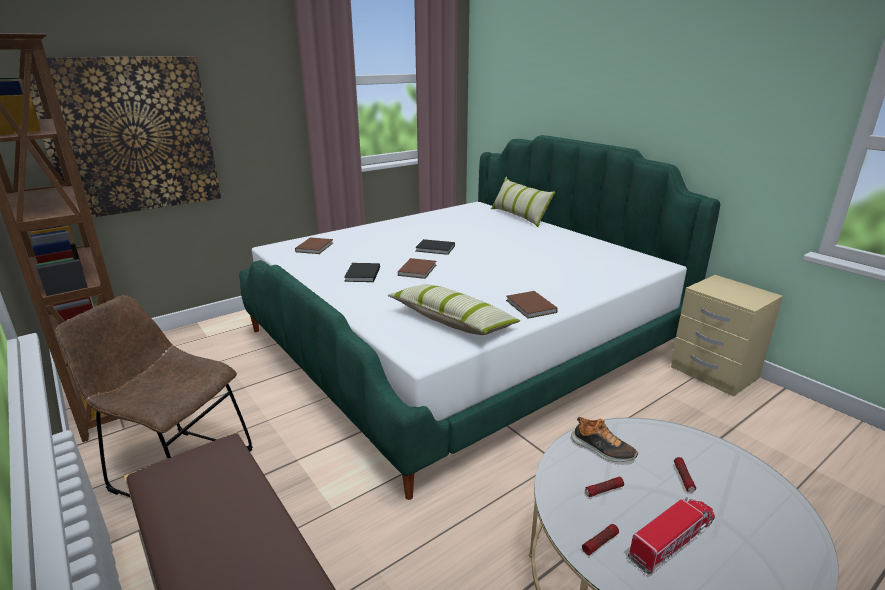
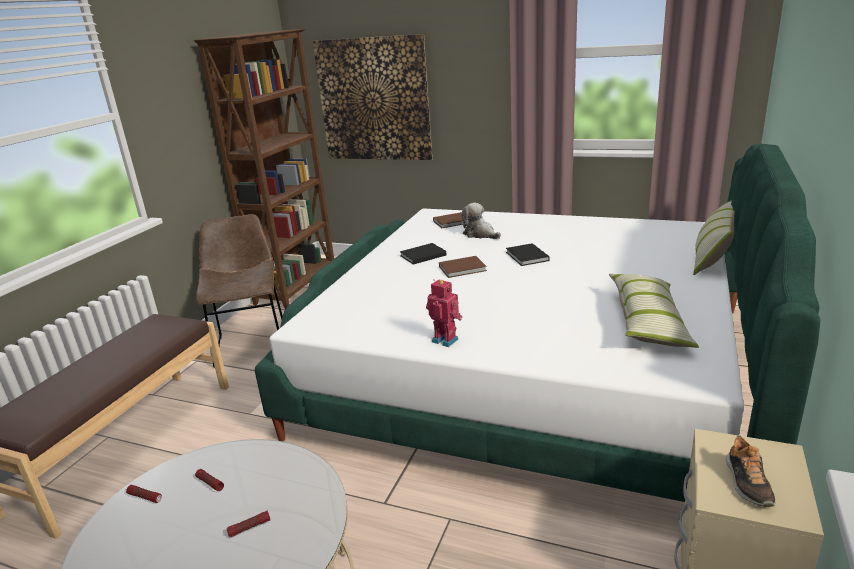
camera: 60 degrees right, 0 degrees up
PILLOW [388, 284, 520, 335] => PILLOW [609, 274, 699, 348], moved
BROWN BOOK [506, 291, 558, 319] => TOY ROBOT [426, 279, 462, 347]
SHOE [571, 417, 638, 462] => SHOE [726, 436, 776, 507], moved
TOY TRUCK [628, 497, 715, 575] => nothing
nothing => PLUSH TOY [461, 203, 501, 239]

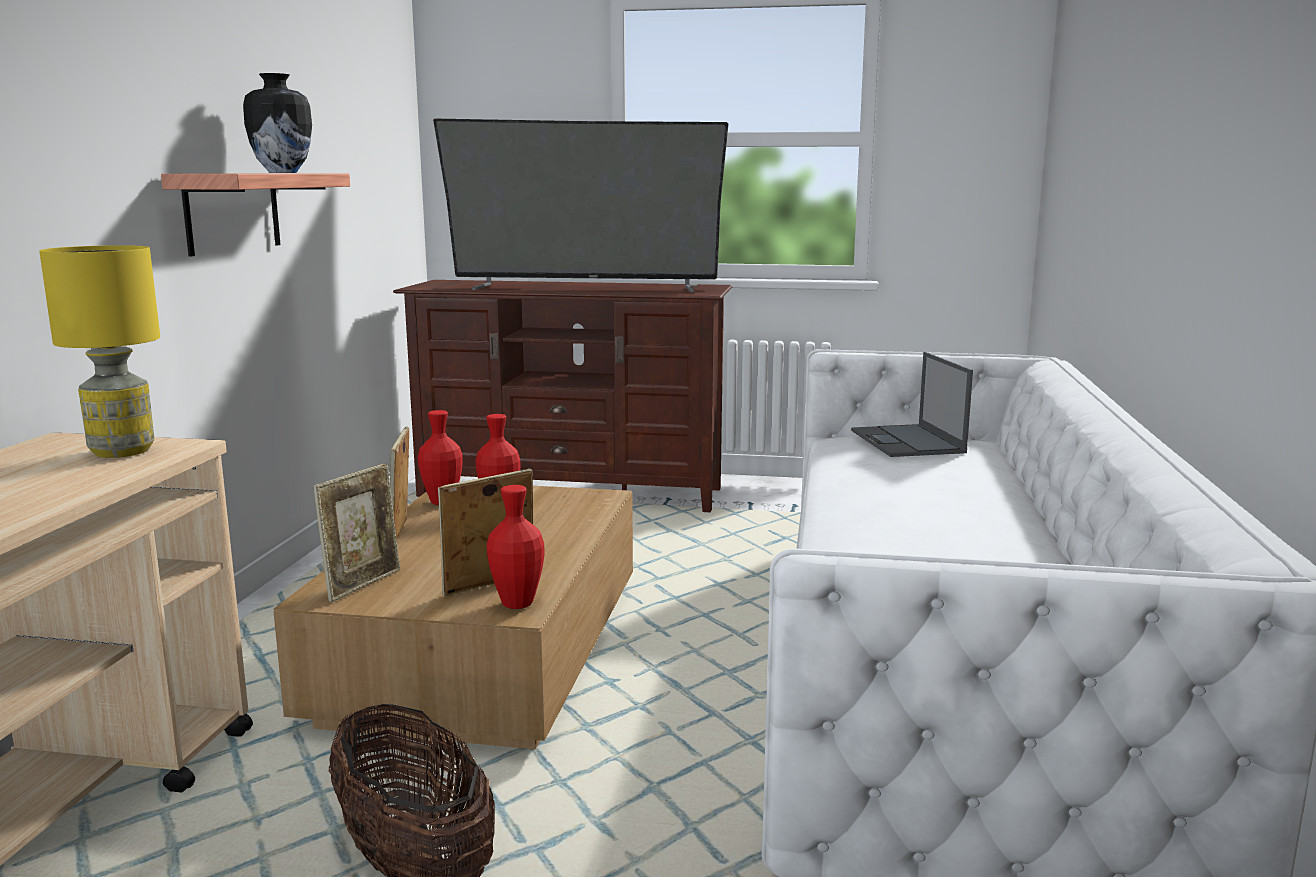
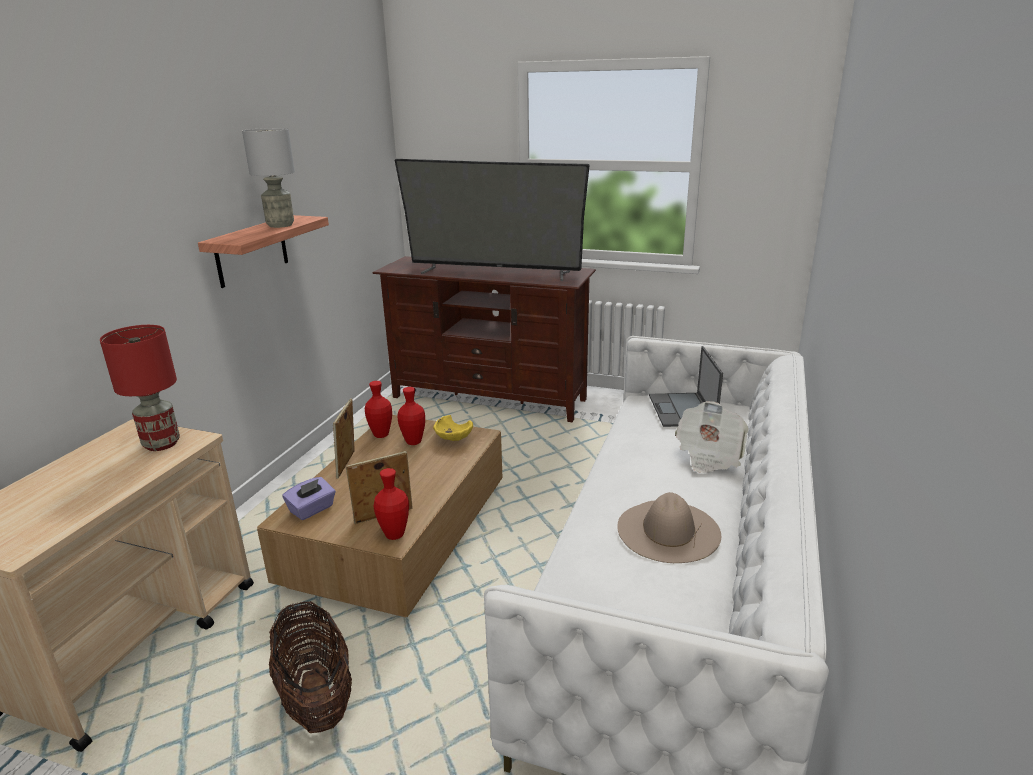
camera: 10 degrees right, 10 degrees up
VASE [243, 73, 312, 173] => GREY TABLE LAMP [242, 128, 295, 228]
YELLOW TABLE LAMP [39, 245, 160, 458] => RED TABLE LAMP [100, 325, 180, 451]
PICTURE FRAME [313, 463, 400, 602] => PURPLE TISSUE BOX [283, 477, 336, 520]
nothing => NEWSPAPER [675, 401, 749, 473]
nothing => YELLOW BOWL [433, 415, 473, 441]
nothing => BEIGE HAT [617, 492, 721, 563]

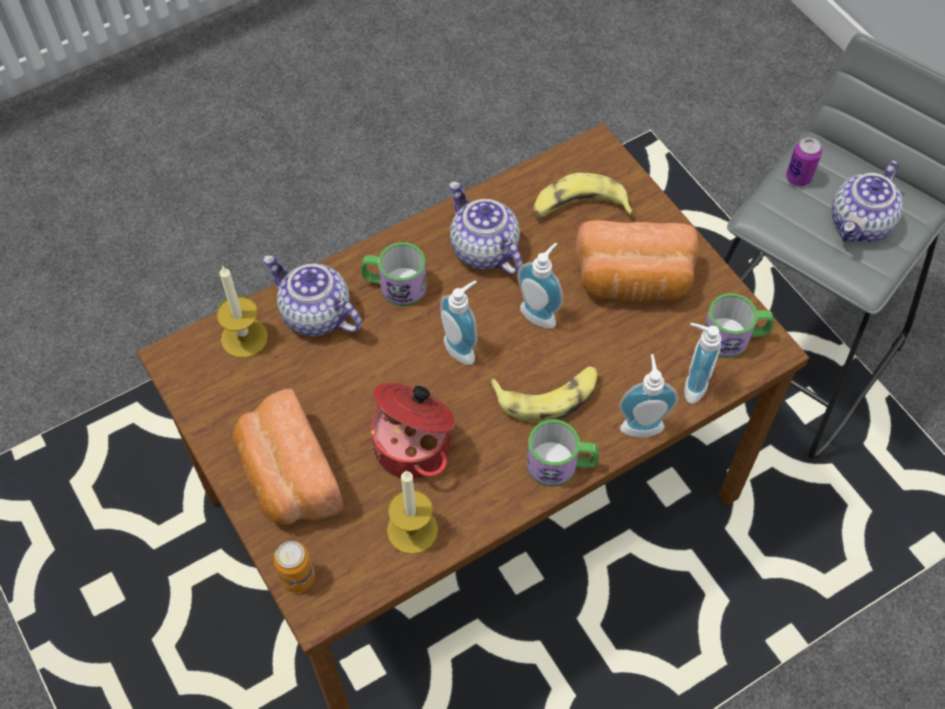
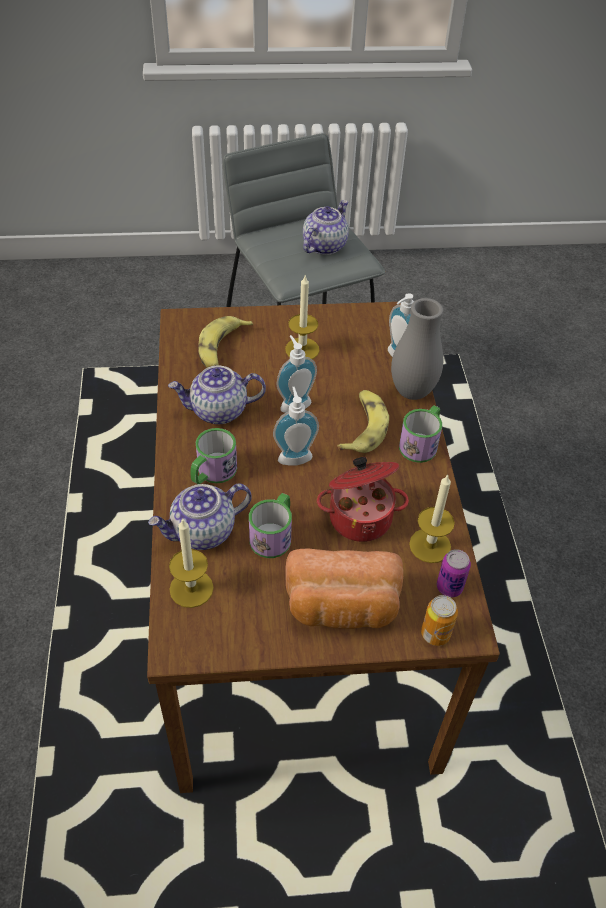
camera: 65 degrees left, 10 degrees down
CAN [786, 137, 822, 186] => CAN [437, 549, 471, 597], moved
TEAPOT [832, 160, 903, 242] => TEAPOT [303, 200, 349, 255], 120 degrees counterclockwise
BREAD [575, 220, 698, 302] => CANDLE [285, 276, 319, 359]
MUG [702, 293, 774, 358] => MUG [249, 493, 292, 558], moved
SOAP DISPENSER [619, 354, 679, 438] => GREY VASE [391, 298, 443, 400]

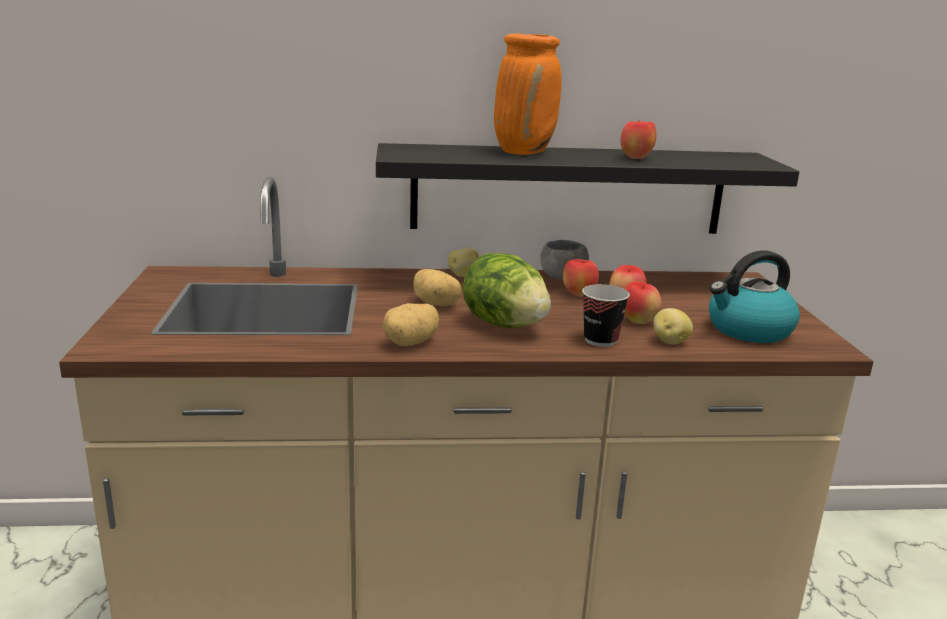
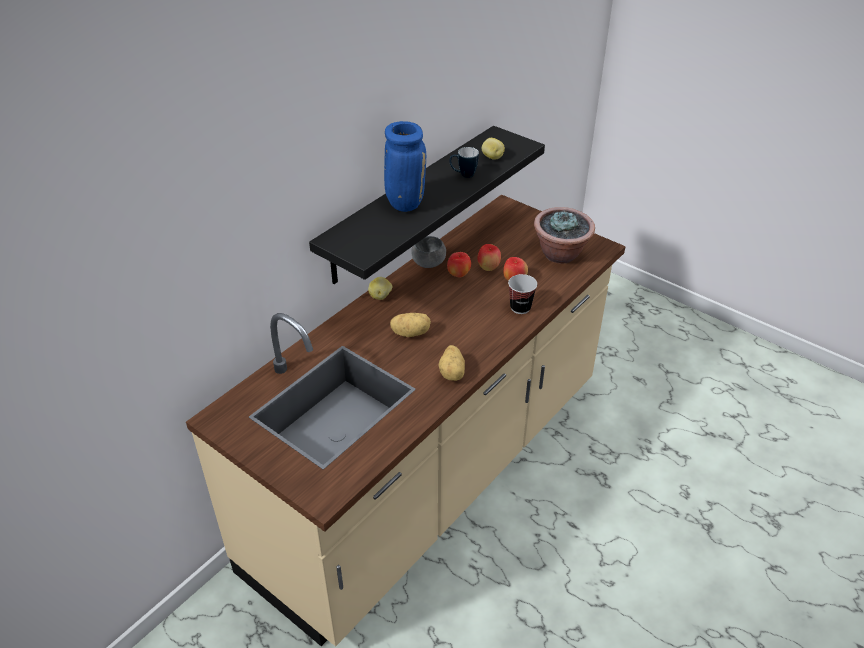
camera: 45 degrees left, 20 degrees up
ORANGE VASE [494, 34, 562, 155] => BLUE VASE [384, 121, 426, 212]
APPLE [620, 120, 656, 159] => MUG [449, 147, 479, 178]
KETTLE [709, 250, 800, 343] => POTTED PLANT [534, 207, 595, 264]
LETTUCE [463, 253, 551, 328] => nothing
POTATO [653, 308, 693, 345] => POTATO [482, 138, 505, 160], moved

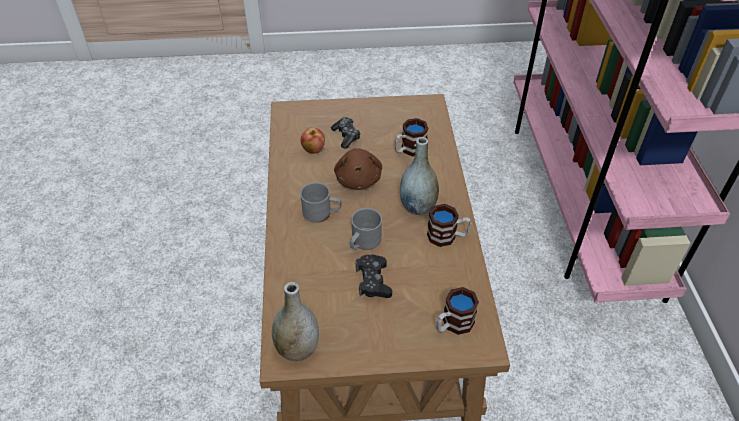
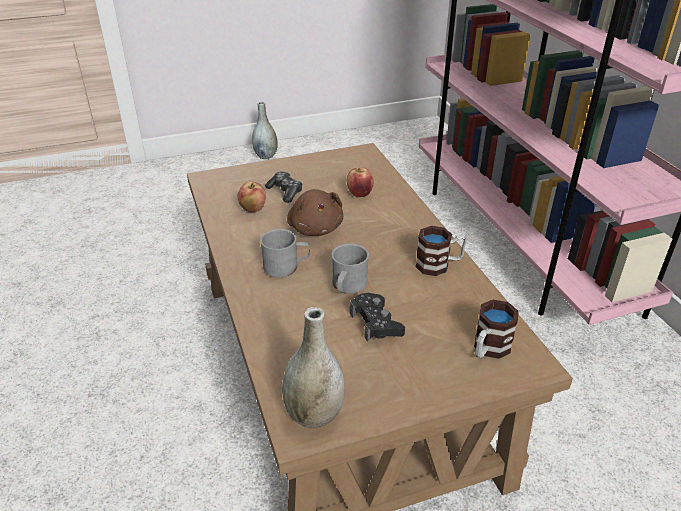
camera: 15 degrees left, 10 degrees down
MUG [394, 118, 428, 157] => APPLE [347, 167, 374, 197]
GREY VASE [400, 137, 439, 215] => GREY VASE [252, 102, 278, 159], moved

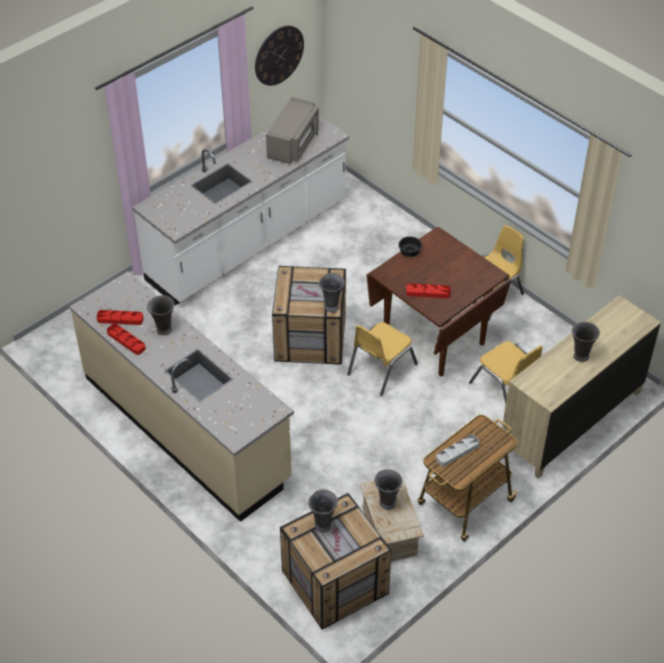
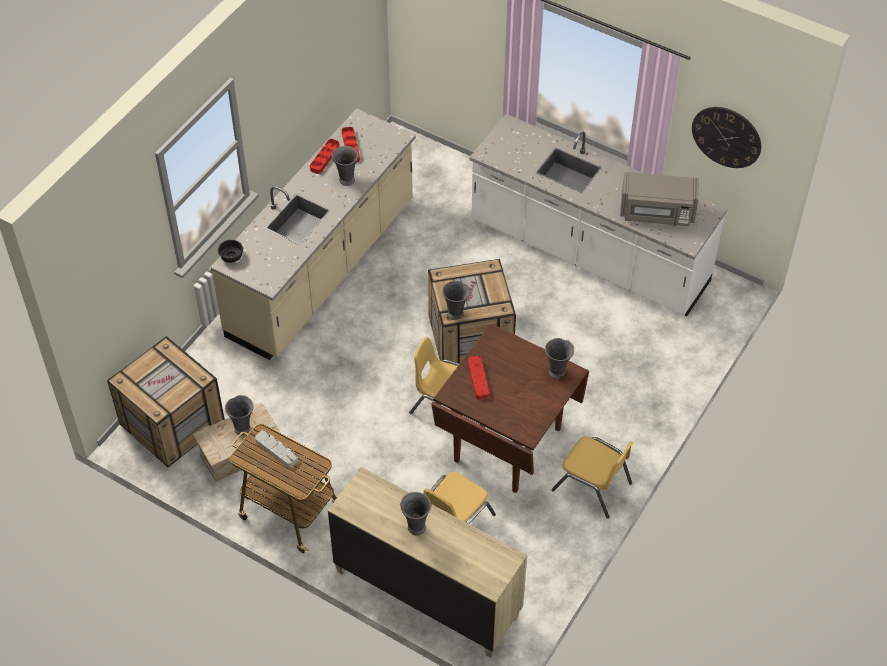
camera: 75 degrees right, 5 degrees up
BLACK BOWL [399, 237, 422, 257] => BLACK BOWL [218, 240, 243, 263], moved
GREY VASE [308, 489, 338, 532] => GREY VASE [545, 338, 574, 379], moved

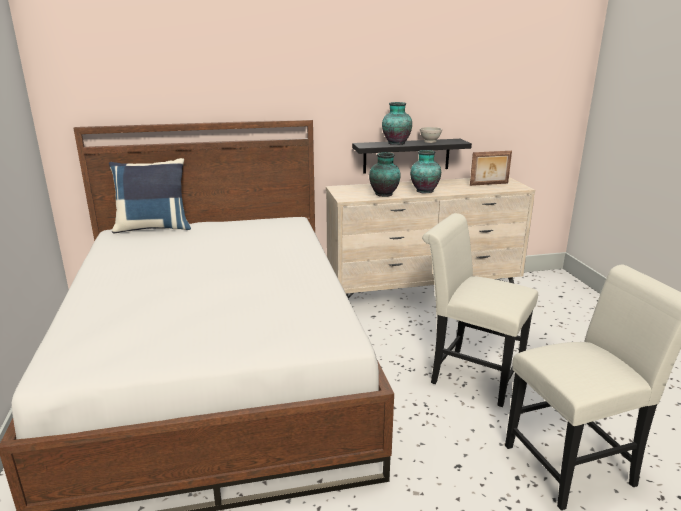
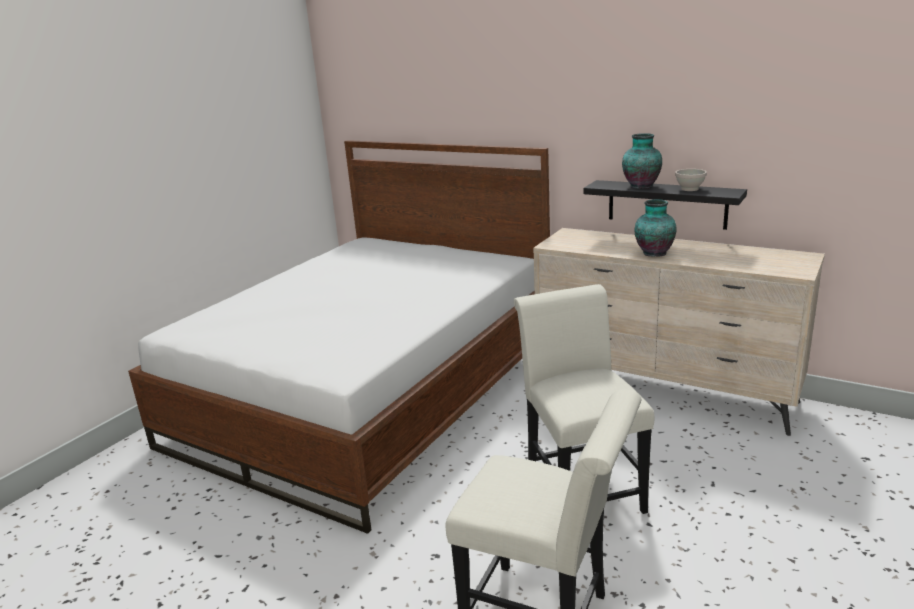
camera: 45 degrees right, 0 degrees up
PICTURE FRAME [470, 151, 512, 186] => nothing
VASE [369, 152, 401, 197] => nothing
BLUE PILLOW [109, 158, 191, 233] => nothing

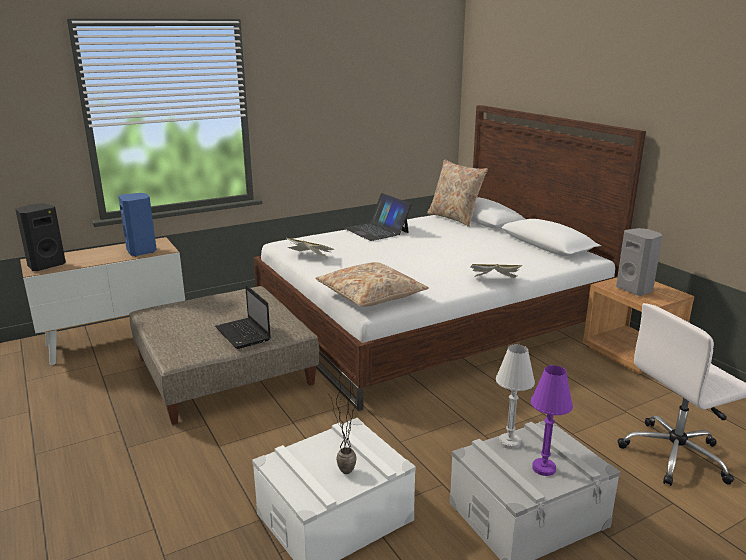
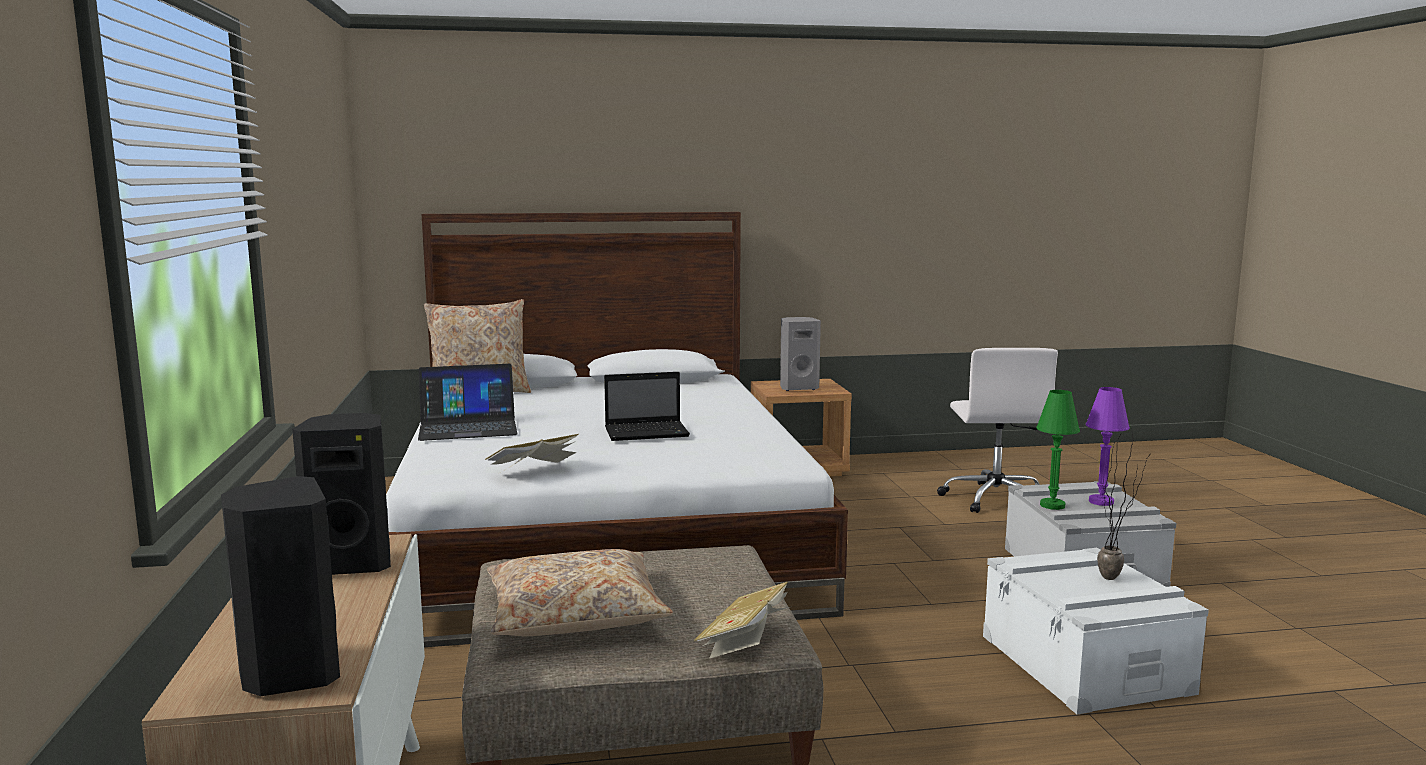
camera: 70 degrees left, 10 degrees down
BLUE SPEAKER [118, 193, 157, 256] => BLACK SPEAKER [292, 413, 391, 575]
BEIGE PILLOW [315, 262, 429, 307] => BEIGE PILLOW [487, 549, 673, 636], moved
BOOK [471, 264, 522, 278] => BOOK [694, 582, 790, 659], moved
LAPTOP [215, 285, 271, 349] => LAPTOP [604, 372, 690, 441], moved
WHITE TABLE LAMP [496, 345, 535, 449] => GREEN TABLE LAMP [1036, 390, 1080, 510]

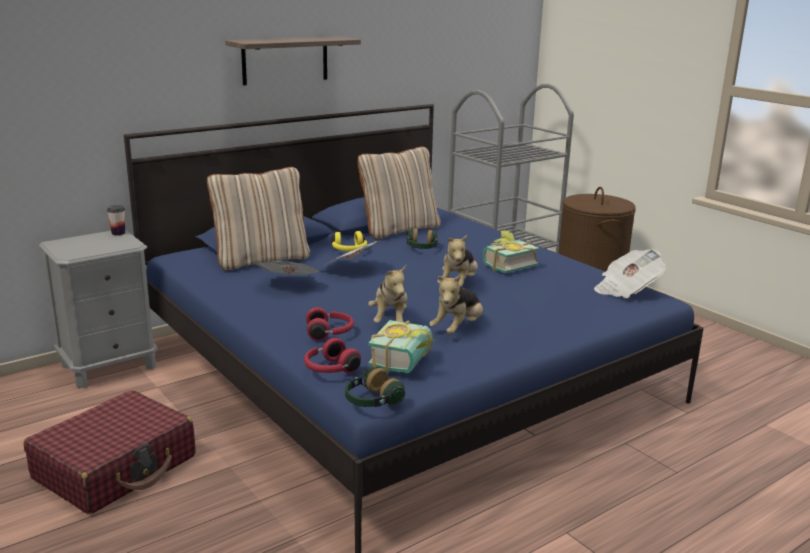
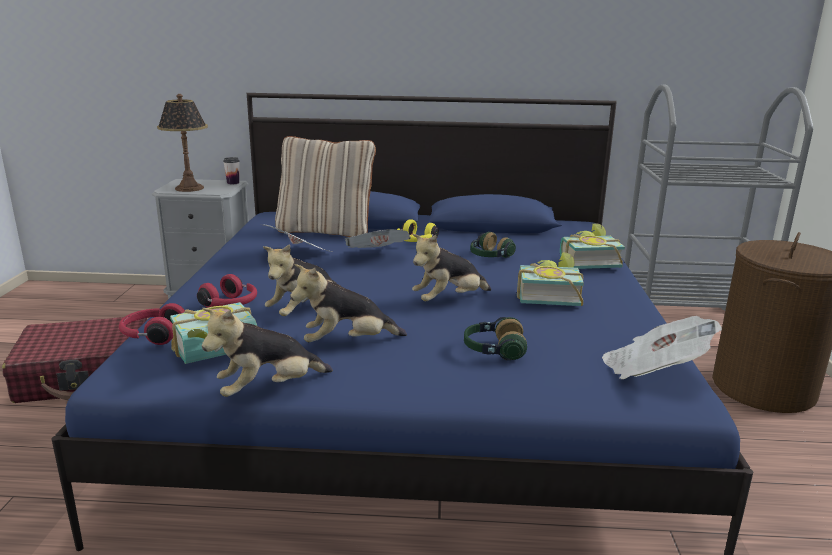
camera: 40 degrees right, 0 degrees up
SHELF [225, 36, 361, 85] => nothing
BEIGE PILLOW [357, 146, 441, 239] => nothing
HEADPHONES [345, 367, 405, 407] => HEADPHONES [464, 317, 527, 360], moved
nothing => TABLE LAMP [157, 94, 208, 192]
nothing => BOOK [560, 223, 625, 269]
nothing => PLUSH TOY [202, 308, 333, 397]

